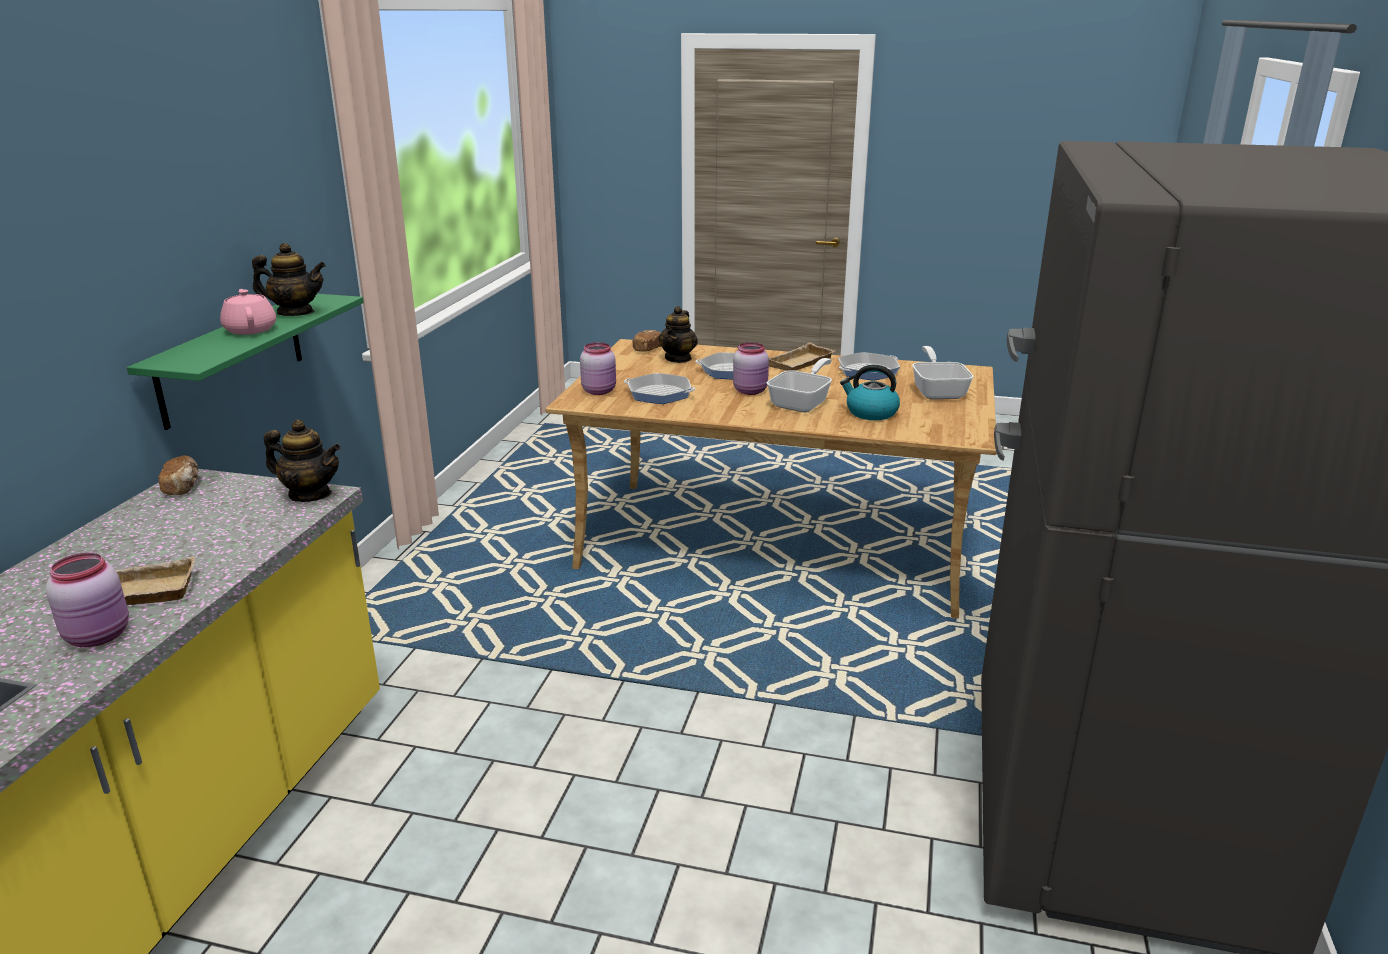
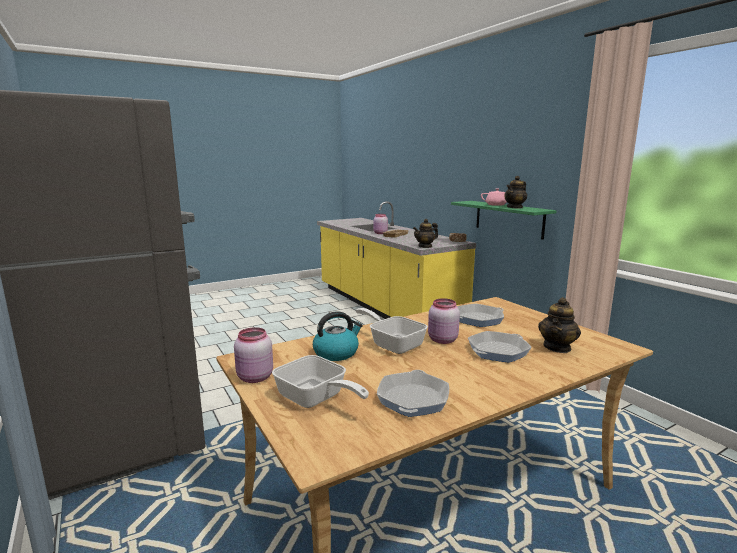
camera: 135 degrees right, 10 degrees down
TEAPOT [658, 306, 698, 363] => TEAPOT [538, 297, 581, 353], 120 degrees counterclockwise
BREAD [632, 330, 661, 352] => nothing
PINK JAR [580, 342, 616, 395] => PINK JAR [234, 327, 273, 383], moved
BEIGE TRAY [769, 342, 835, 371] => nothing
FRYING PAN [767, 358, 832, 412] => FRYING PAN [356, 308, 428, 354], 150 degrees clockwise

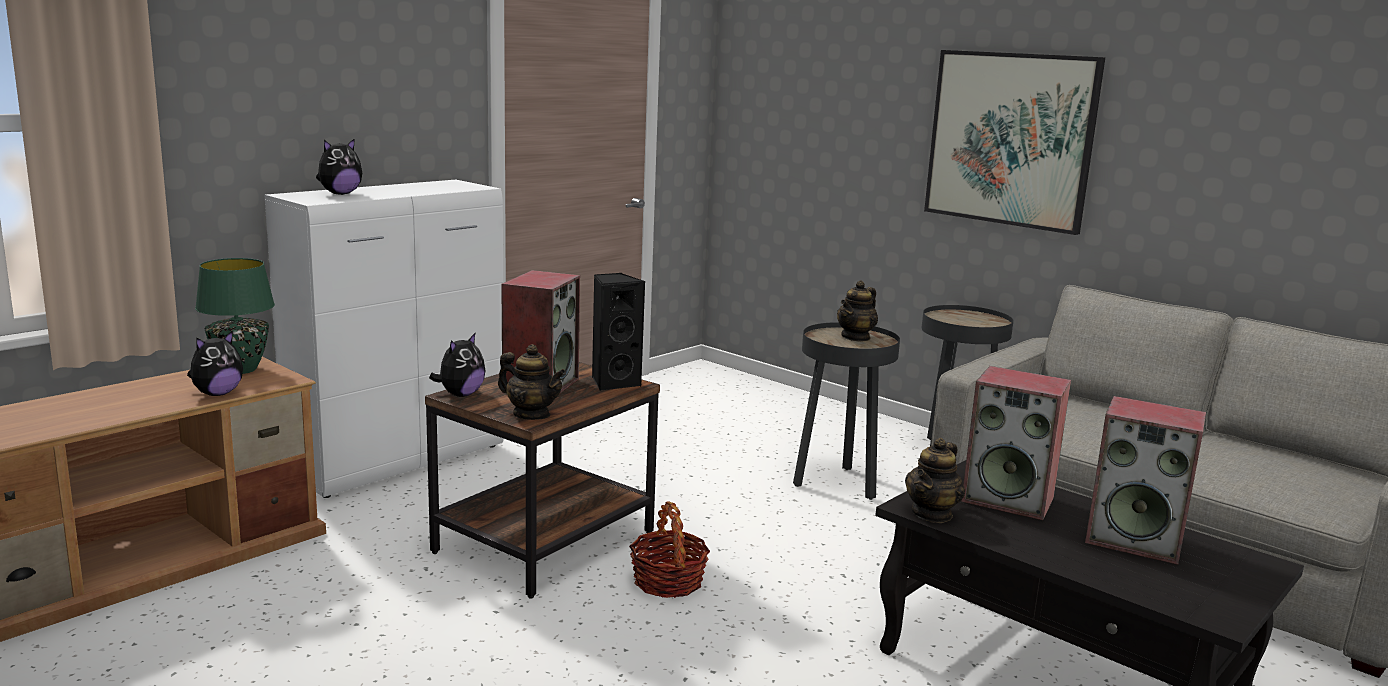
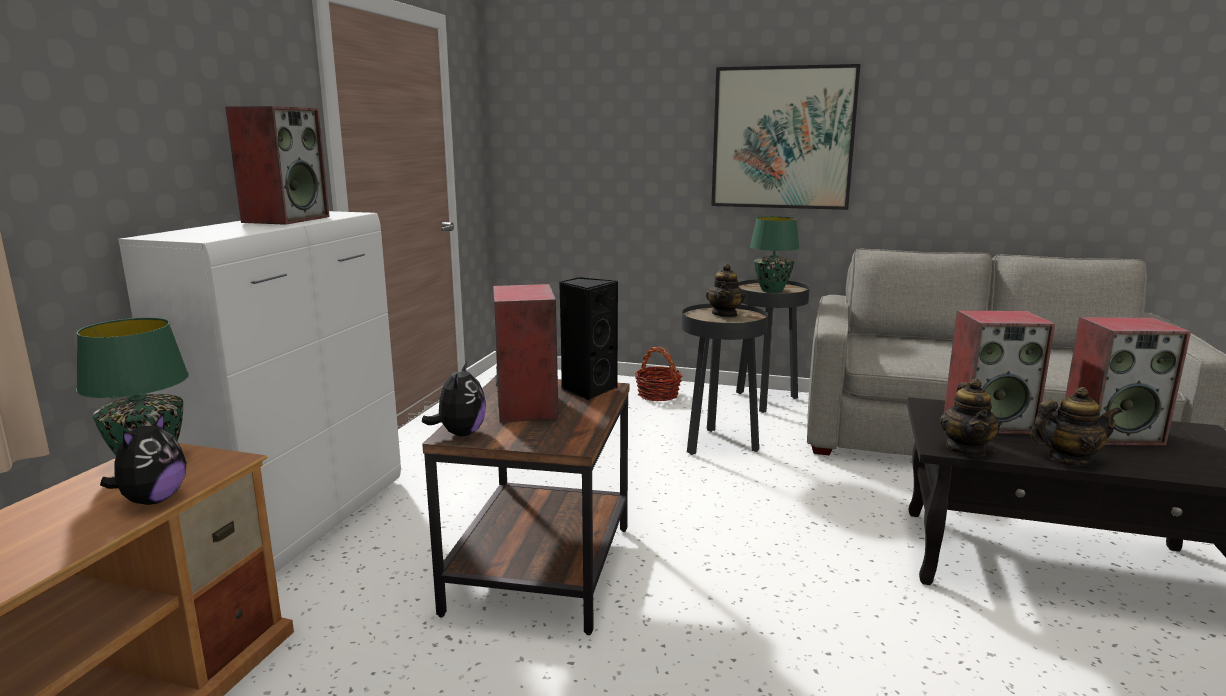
camera: 25 degrees left, 0 degrees up
PLUSH TOY [316, 138, 362, 195] => nothing
TEAPOT [498, 344, 566, 420] => TEAPOT [1030, 387, 1122, 466], moved
BASKET [629, 501, 710, 598] => BASKET [635, 347, 682, 401], moved
nothing => SPEAKER [225, 106, 330, 225]
nothing => GREEN TABLE LAMP [750, 216, 800, 293]

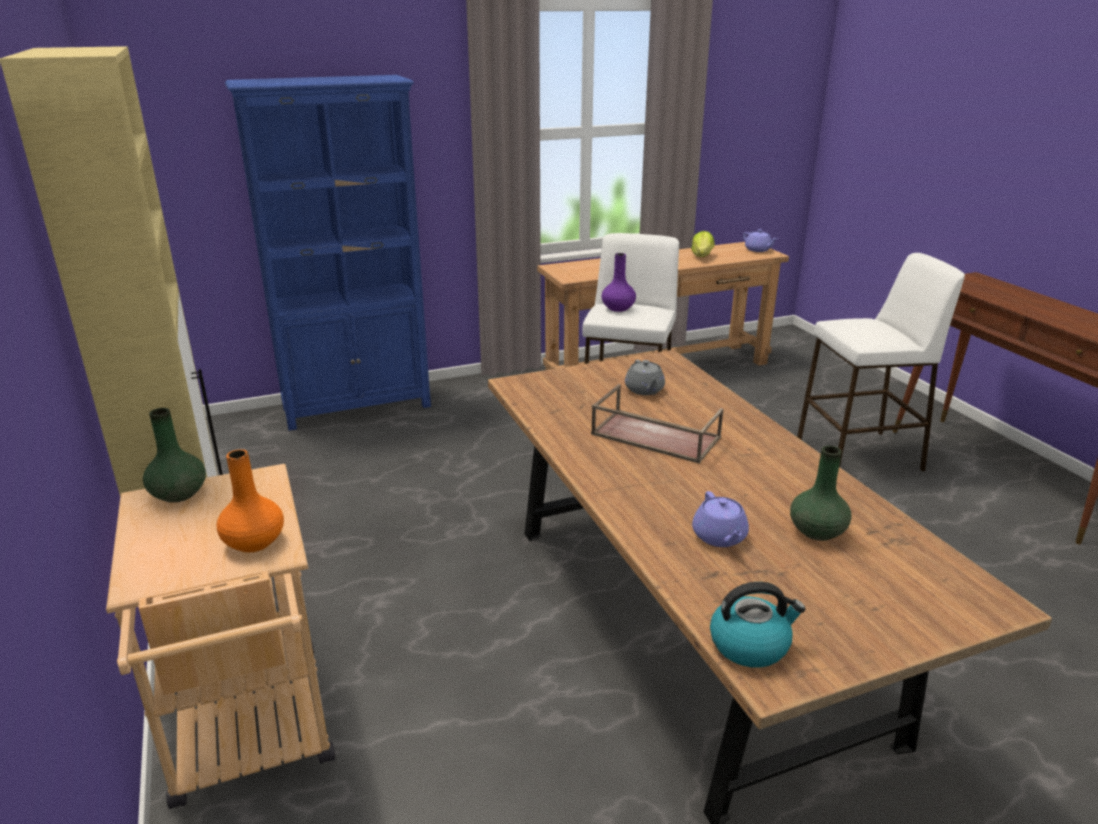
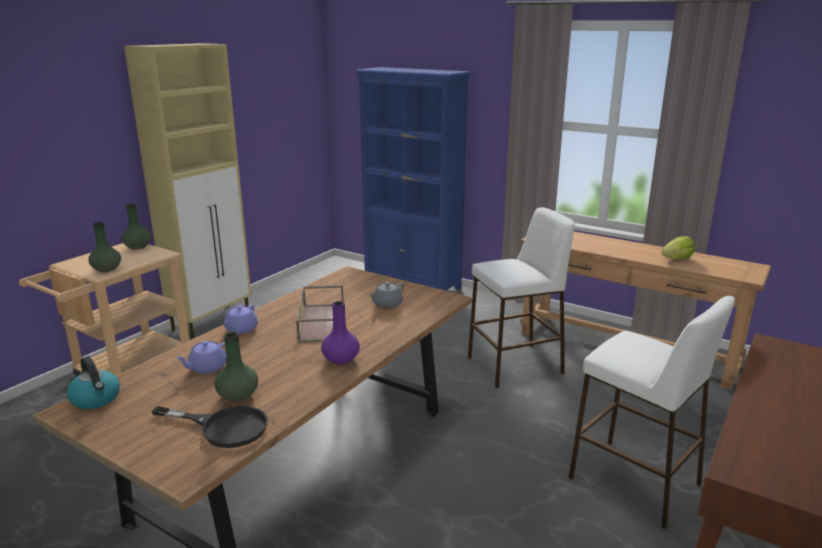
camera: 55 degrees right, 5 degrees down
PURPLE TEAPOT [743, 229, 778, 252] => PURPLE TEAPOT [224, 304, 258, 334], moved
PURPLE VASE [602, 253, 636, 312] => PURPLE VASE [321, 301, 360, 365], moved
ORANGE VASE [217, 449, 284, 553] => GREEN VASE [88, 222, 121, 272]
nothing => BLACK FRYING PAN [151, 406, 268, 448]

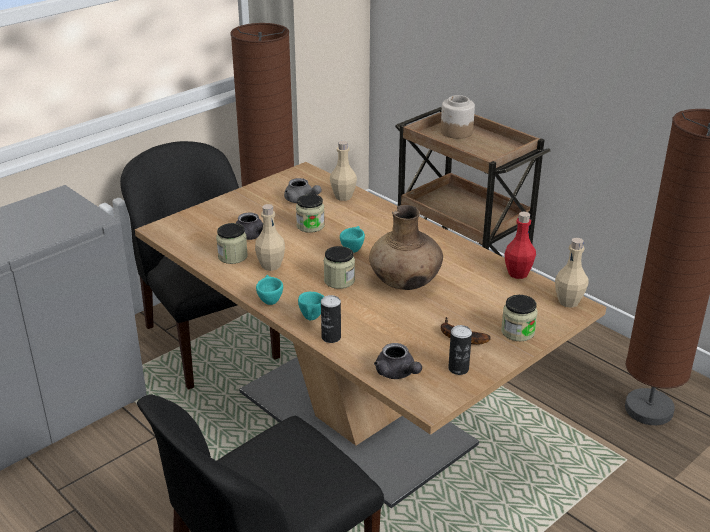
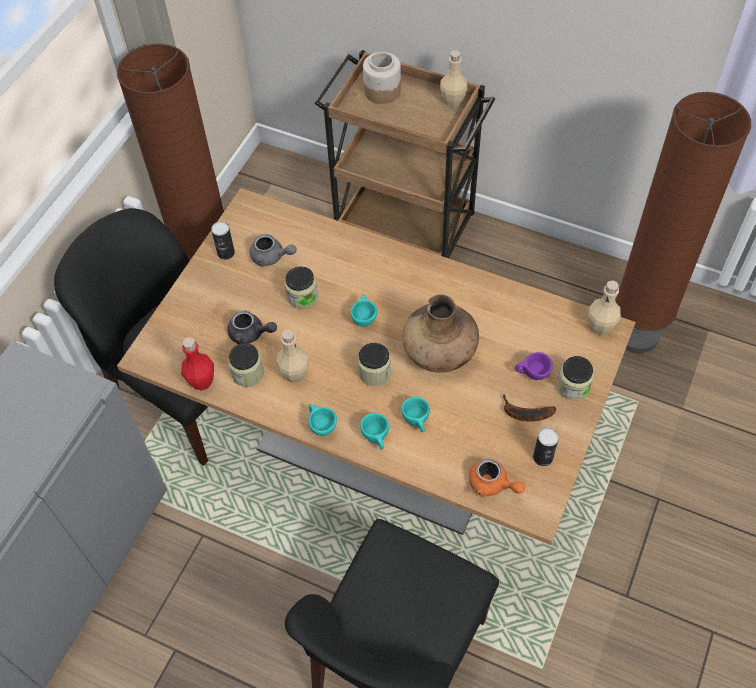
camera: 20 degrees left, 25 degrees up
BEIGE BOTTLE [330, 141, 357, 201] => BEIGE BOTTLE [440, 50, 467, 107], moved
RED BOTTLE [504, 212, 536, 279] => RED BOTTLE [181, 337, 214, 391], moved
CAN [321, 295, 341, 343] => CAN [211, 221, 235, 260], moved
GREY TEAPOT [374, 343, 422, 379] => ORANGE TEAPOT [468, 459, 525, 497]
nothing => PURPLE CUP [515, 352, 553, 380]
nothing => TURQUOISE CUP [401, 397, 430, 433]

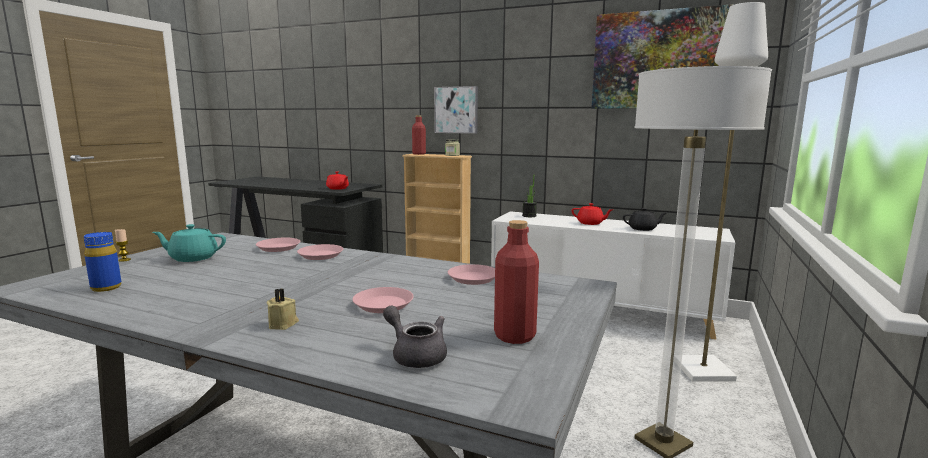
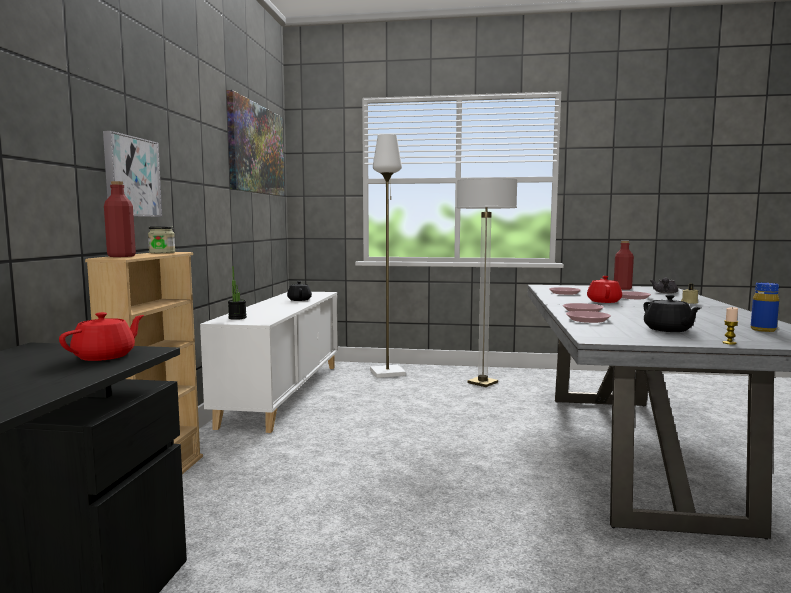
camera: 105 degrees left, 5 degrees down
RED TEAPOT [572, 203, 613, 225] => RED TEAPOT [587, 276, 622, 303], moved
TURQUOISE TEAPOT [152, 224, 226, 262] => BLACK TEAPOT [643, 295, 700, 332]

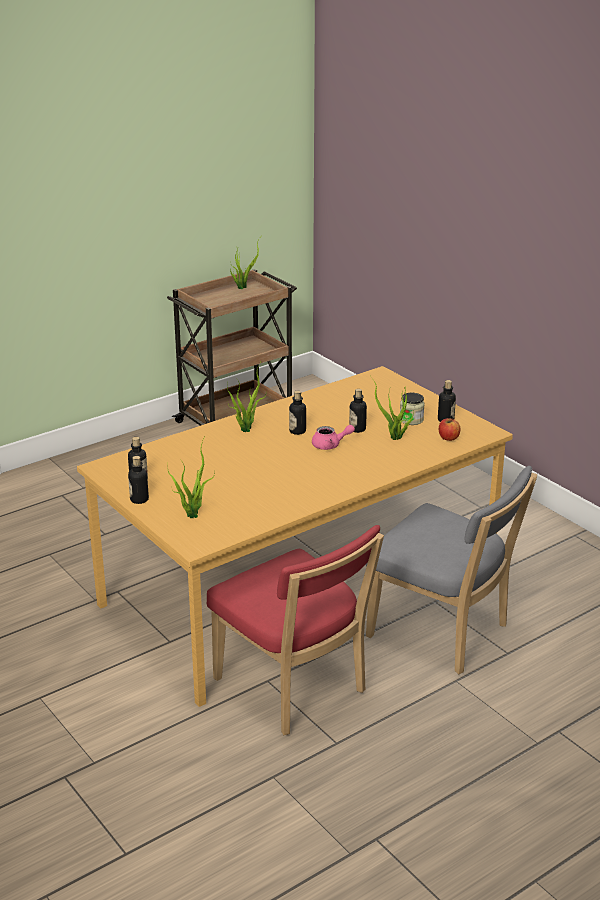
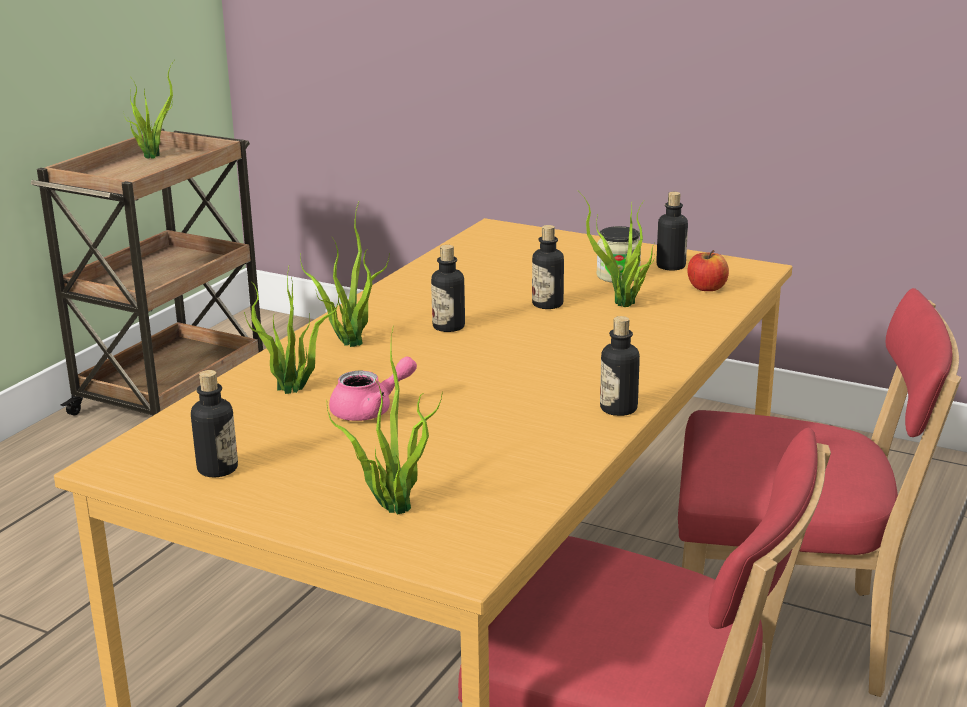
camera: 25 degrees left, 5 degrees down
PINK TEAPOT [312, 425, 355, 450] => PINK TEAPOT [329, 356, 417, 421], moved
BOTTLE [128, 456, 149, 504] => BOTTLE [600, 316, 640, 416], moved
GREY CHAIR [366, 466, 537, 674] => RED CHAIR [678, 288, 961, 697]
nothing => POTTED PLANT [244, 267, 339, 394]

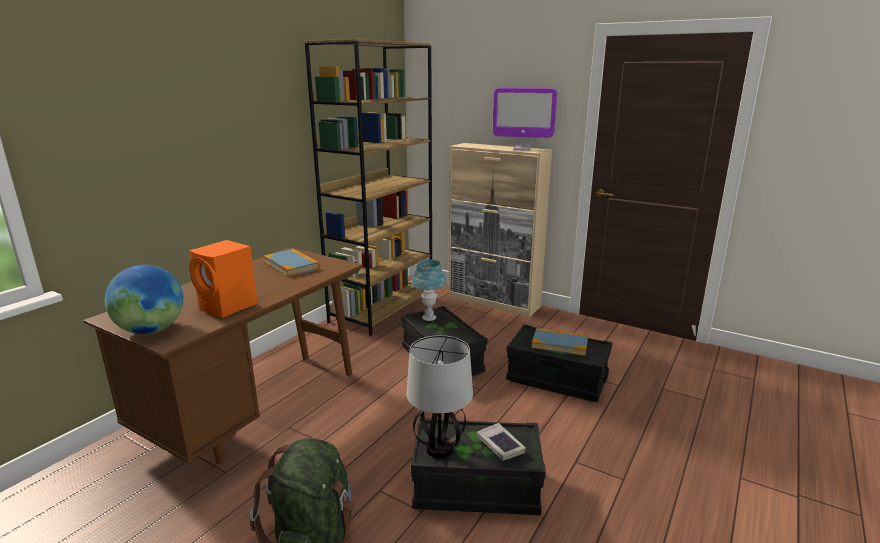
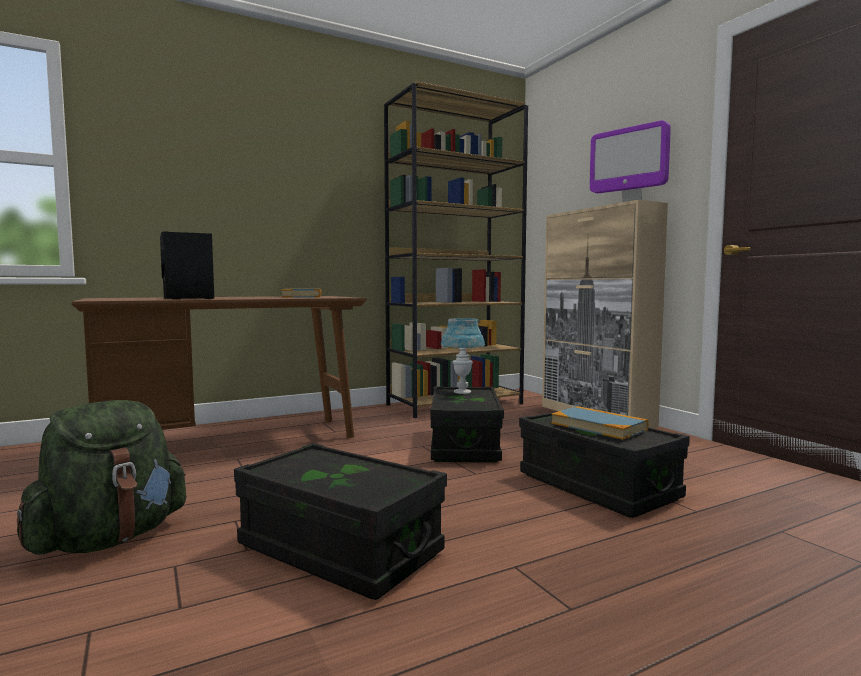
camera: 30 degrees right, 15 degrees down
ORANGE SPEAKER [189, 240, 258, 318] => BLACK SPEAKER [160, 231, 214, 299]
GLOBE [105, 265, 184, 334] => nothing
TABLE LAMP [406, 335, 473, 459] => nothing
BOOK [477, 423, 526, 461] => nothing

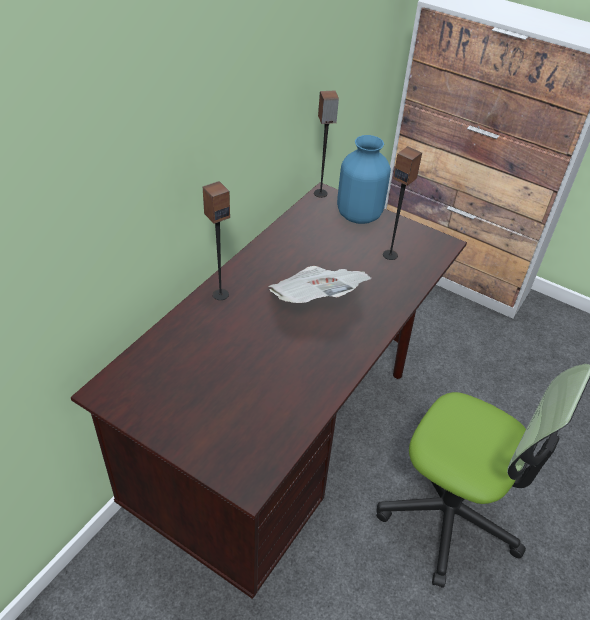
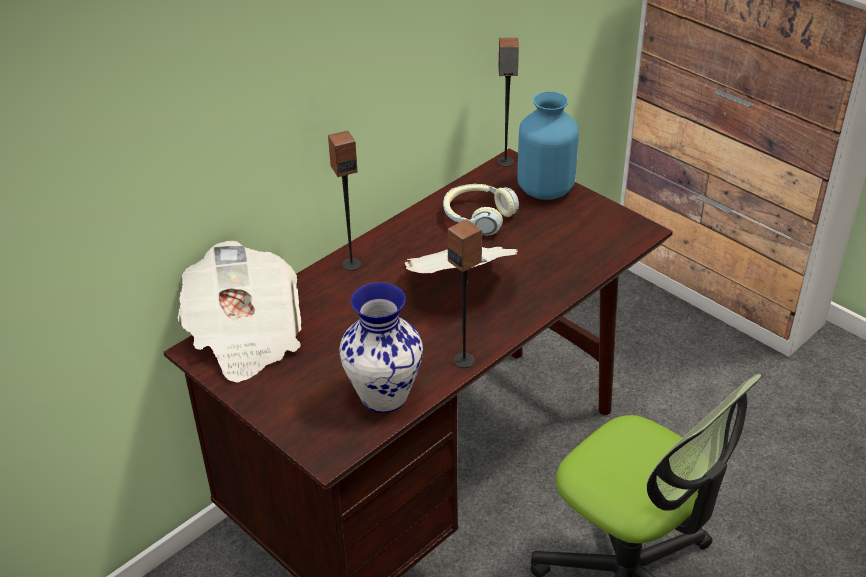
camera: 15 degrees right, 5 degrees down
SPEAKER [383, 146, 422, 260] => SPEAKER [447, 219, 482, 368], moved
nothing => HEADPHONES [443, 184, 519, 235]
nothing => NEWSPAPER [177, 241, 301, 383]
nothing => VASE [339, 282, 423, 413]

